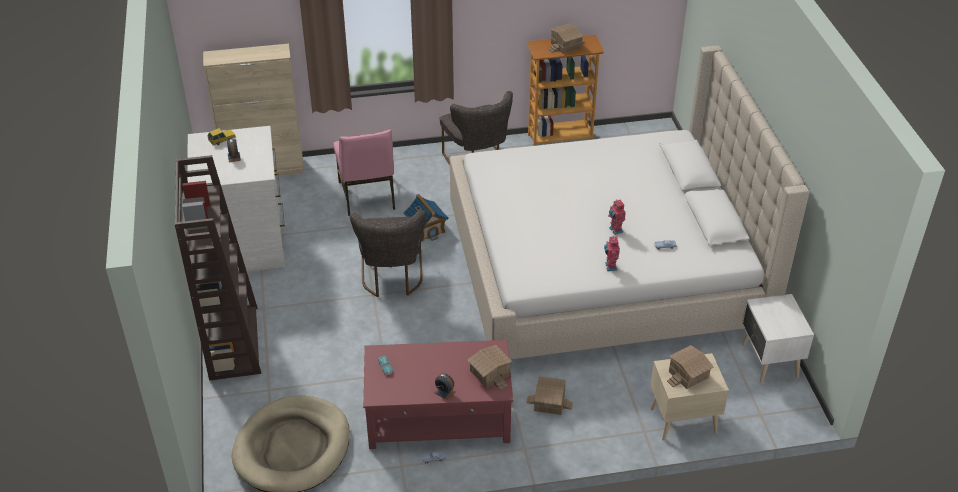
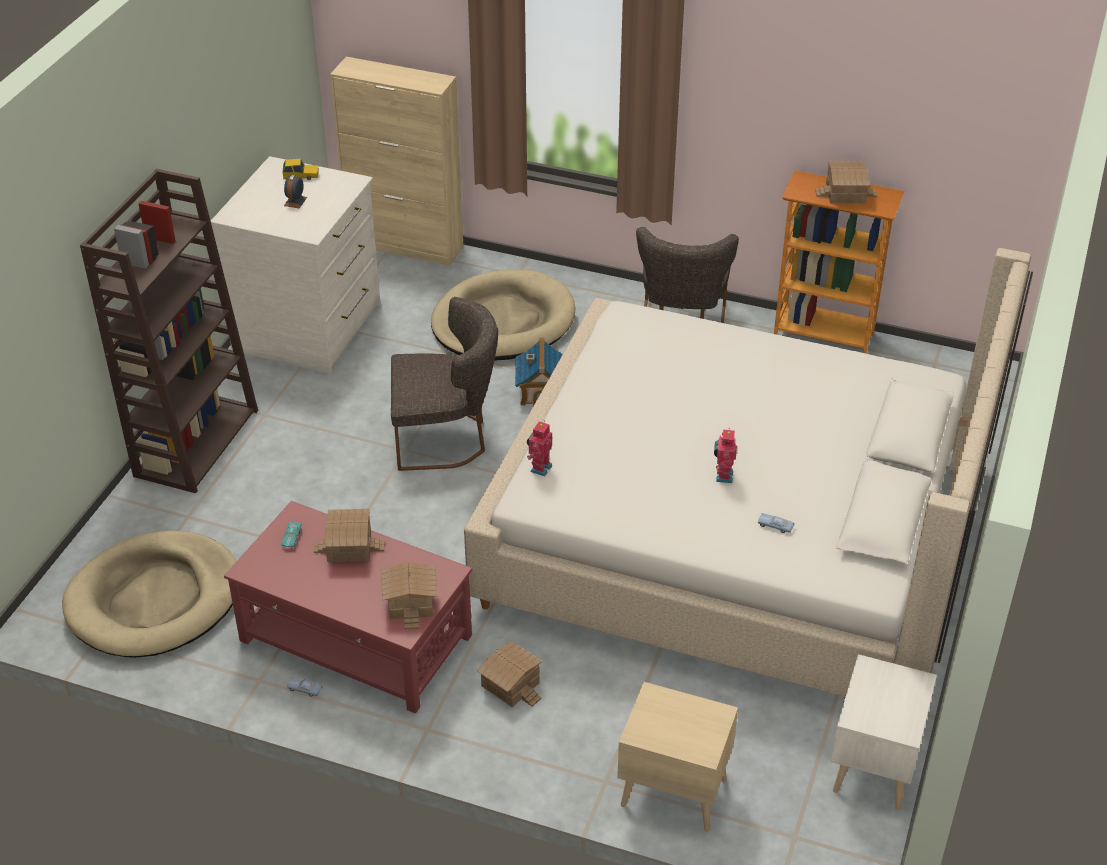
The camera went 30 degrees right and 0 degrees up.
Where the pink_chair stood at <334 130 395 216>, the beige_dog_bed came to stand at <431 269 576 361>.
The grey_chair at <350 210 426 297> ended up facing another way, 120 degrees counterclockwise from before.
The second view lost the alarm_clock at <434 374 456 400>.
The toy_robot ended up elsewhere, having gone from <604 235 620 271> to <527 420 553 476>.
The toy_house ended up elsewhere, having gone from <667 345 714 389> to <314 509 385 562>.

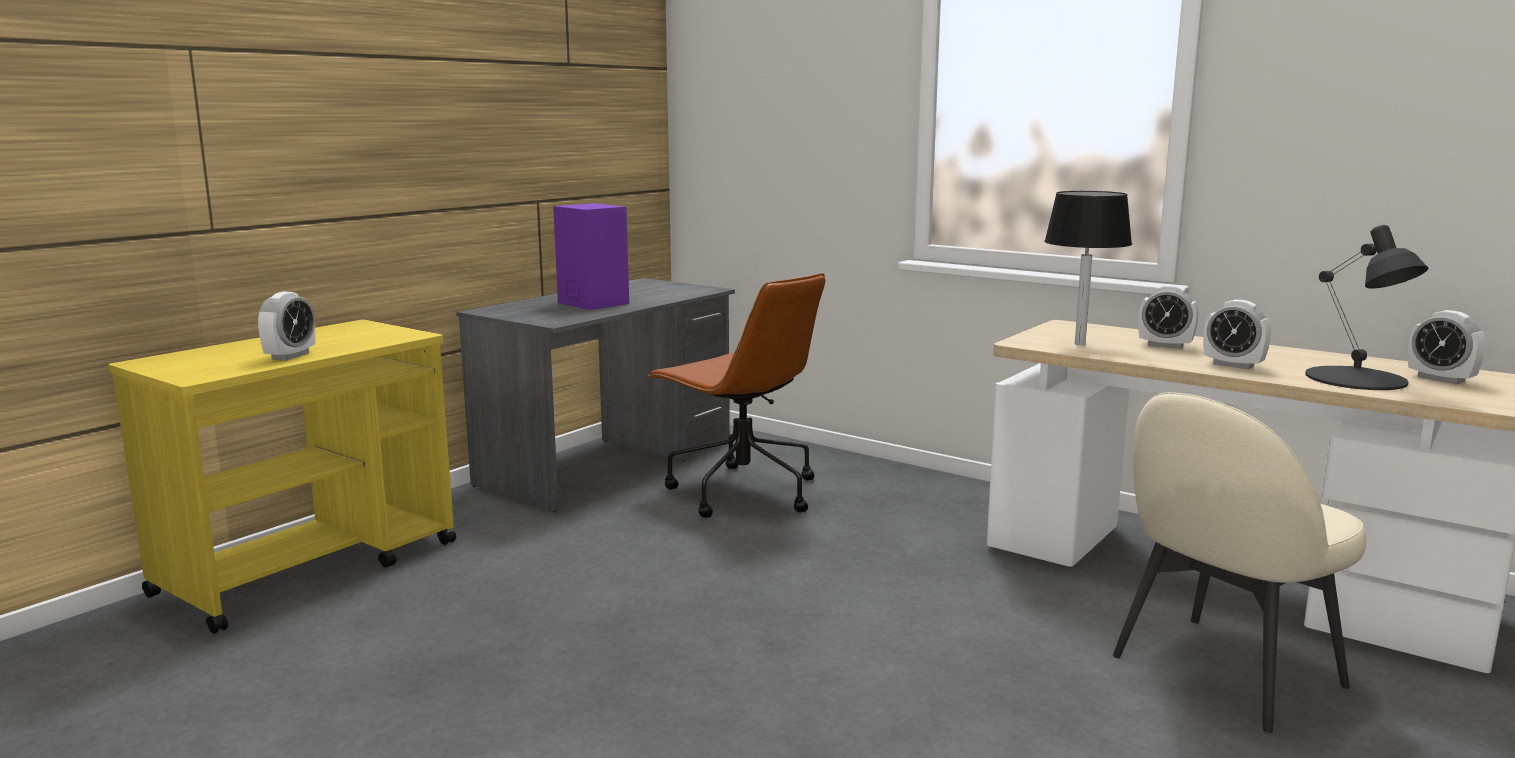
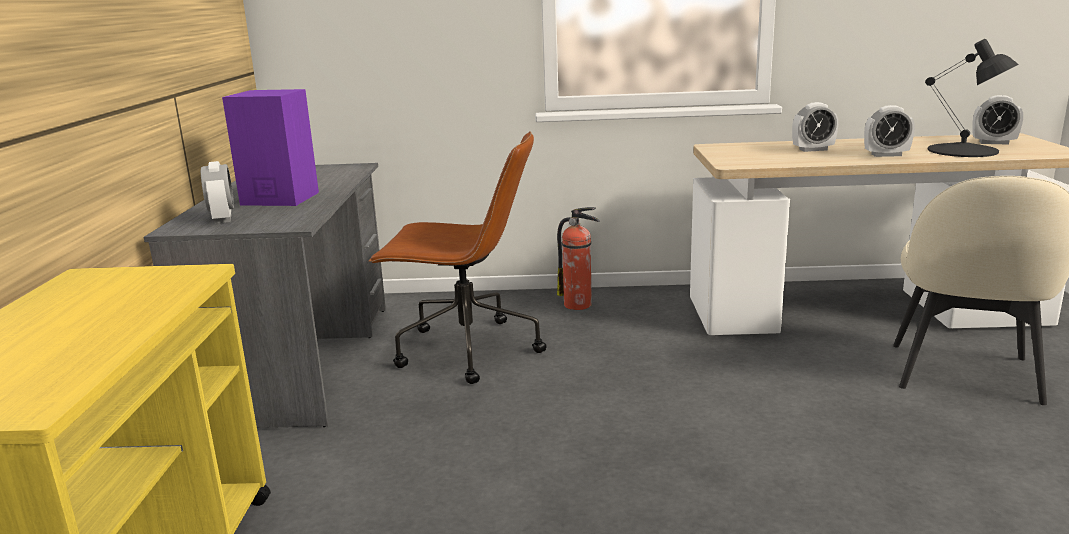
The camera went 35 degrees left and 5 degrees up.
The alarm_clock ended up elsewhere, having gone from <258 292 315 361> to <201 161 234 224>.
The second view lost the black_table_lamp at <1044 191 1132 345>.
The second view gained the fire_extinguisher at <557 207 599 310>.

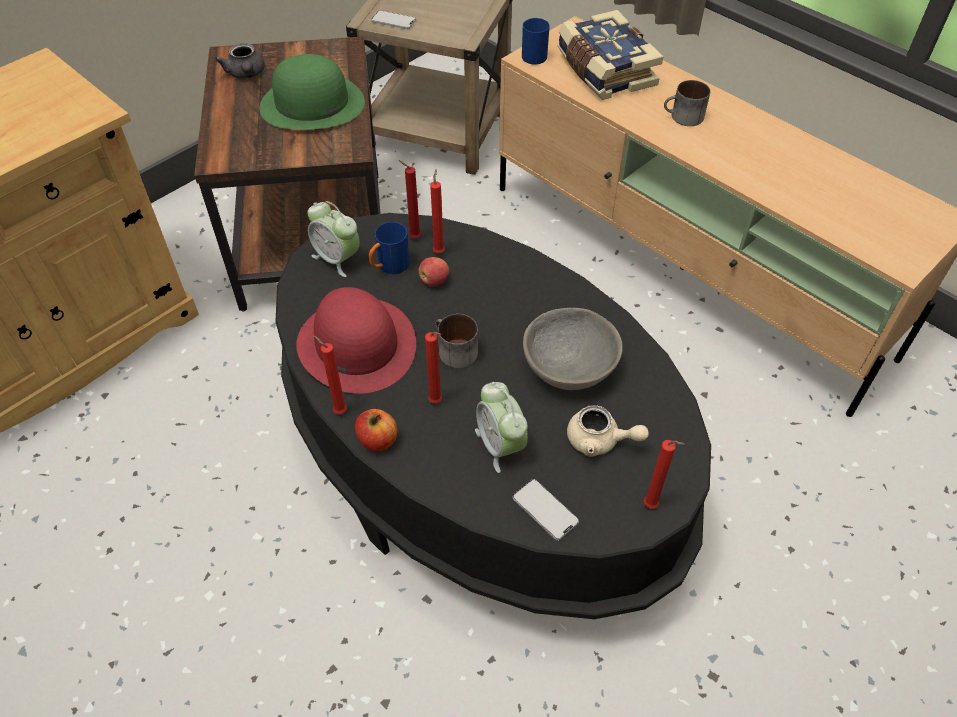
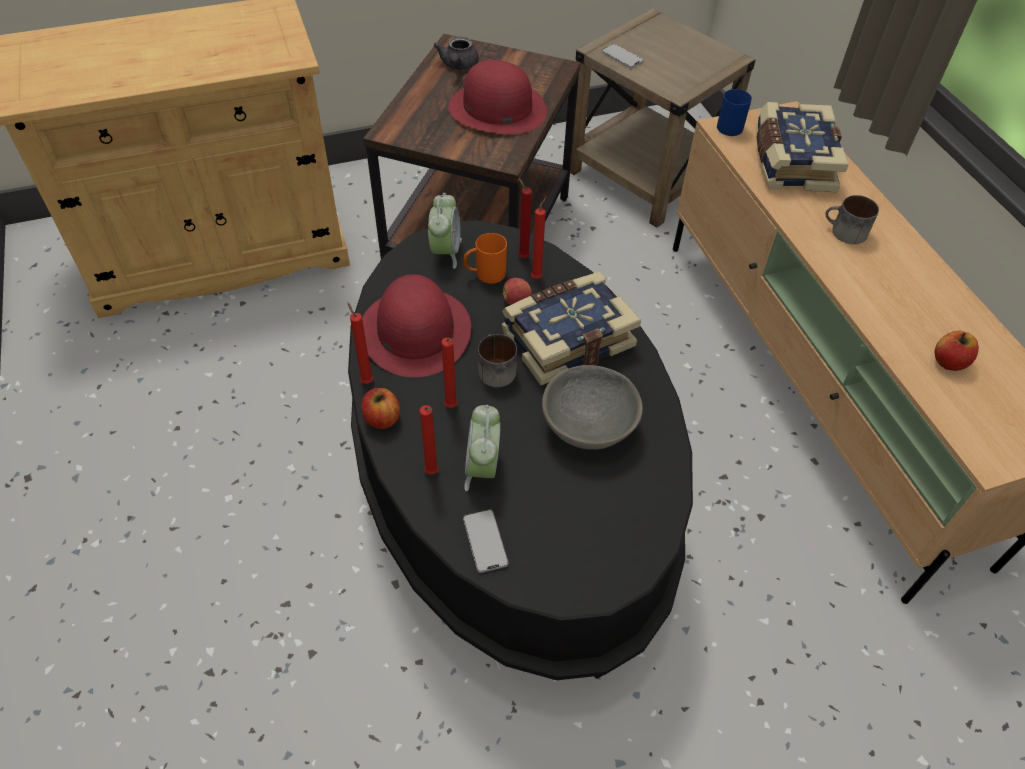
The camera went 25 degrees right and 0 degrees up.
What was the green_hat at <259 54 365 130> turned into the red_hat at <448 60 547 134>.
The alarm_clock at <307 201 360 277> ended up facing another way, 150 degrees counterclockwise from before.
What was the blue_mug at <369 222 409 274> turned into the orange_mug at <463 233 507 284>.
The second view lost the beige_teapot at <567 405 649 457>.
The red_candle ended up elsewhere, having gone from <644 440 685 509> to <420 405 439 475>.
The second view gained the book at <502 272 641 385>.
The second view gained the apple at <935 331 979 371>.

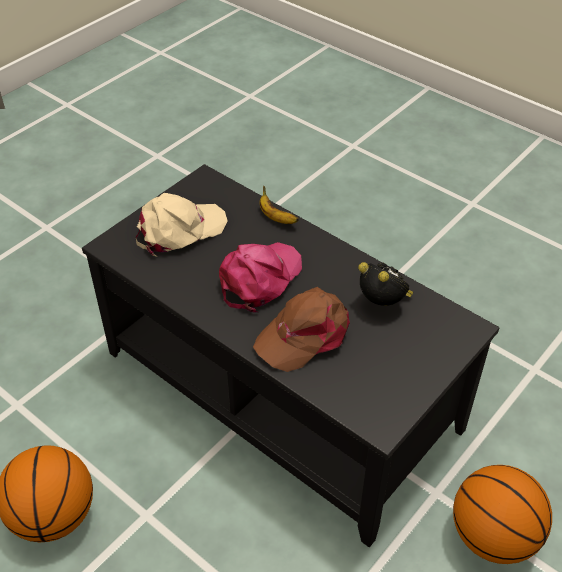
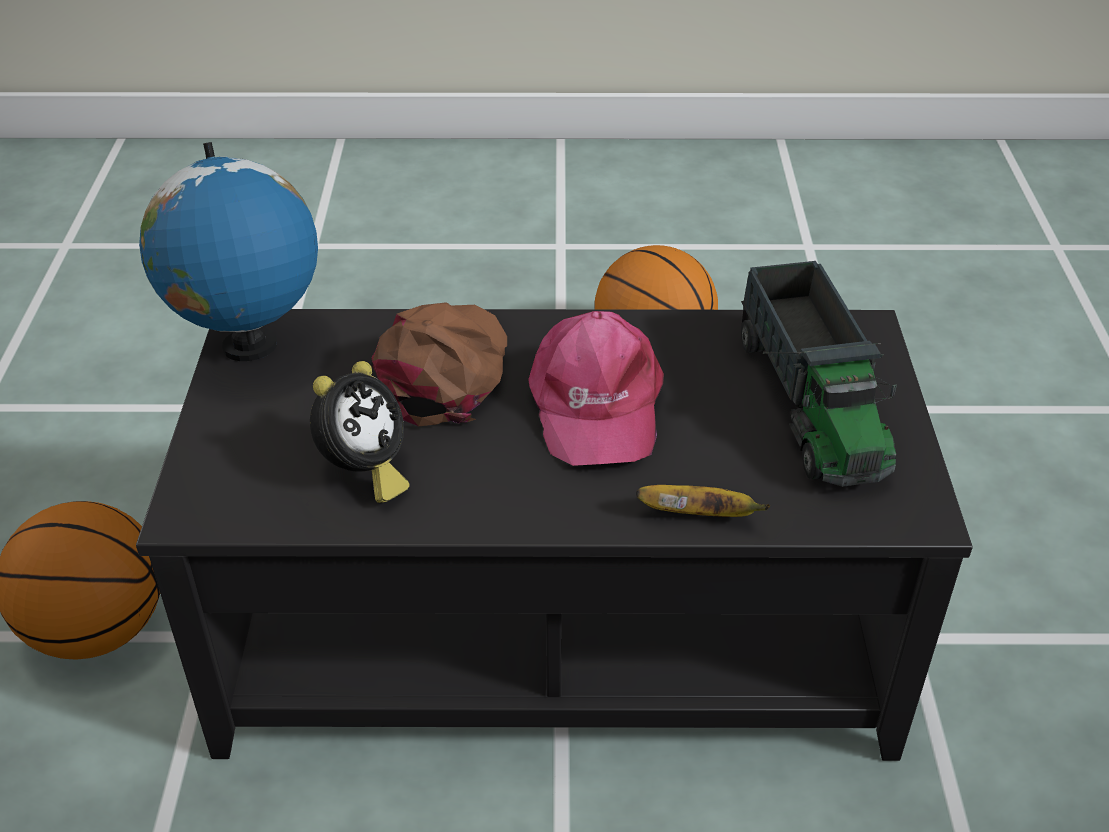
The camera went 140 degrees right and 5 degrees down.
Where the beige_cap stood at <136 193 228 257>, the toy_truck came to stand at <741 261 897 487>.
The alarm_clock at <358 262 413 306> ended up facing another way, 60 degrees counterclockwise from before.
The second view gained the globe at <139 142 318 361>.

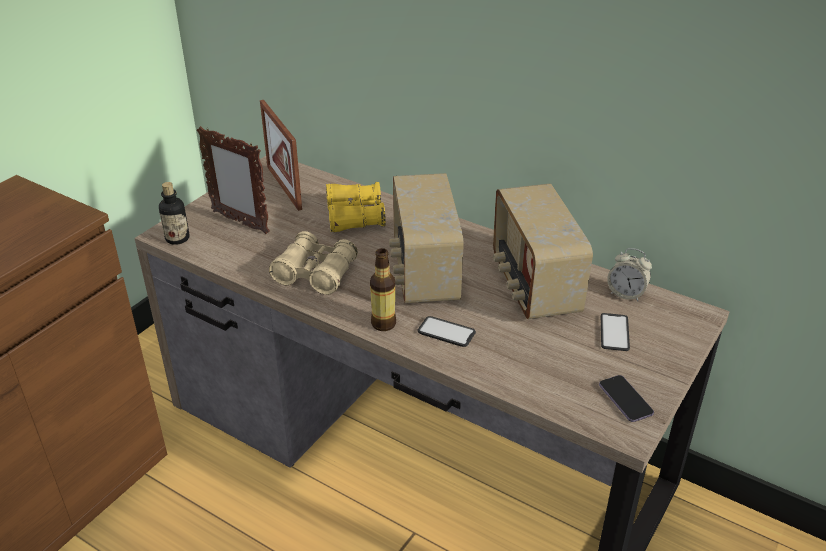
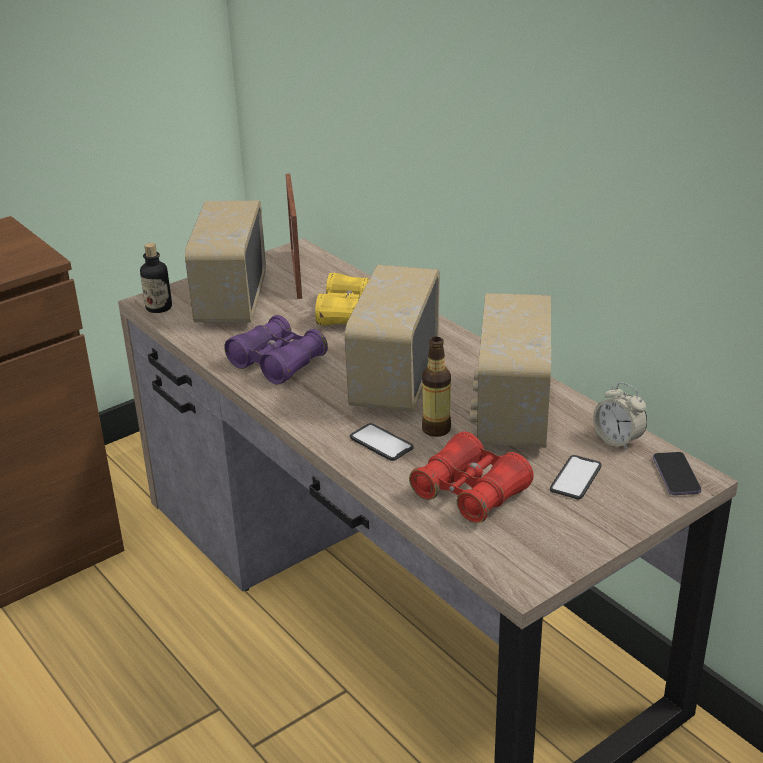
The camera went 20 degrees right and 5 degrees down.
Where the picture_frame stood at <197 126 270 234>, the radio came to stand at <185 201 266 323>.
What was the beige_binoculars at <269 231 358 295> turned into the purple_binoculars at <224 315 328 385>.
The bottle ended up elsewhere, having gone from <370 248 396 331> to <422 337 451 437>.
The phone ended up elsewhere, having gone from <599 375 654 422> to <653 452 702 495>.
The second view gained the red_binoculars at <409 432 534 523>.

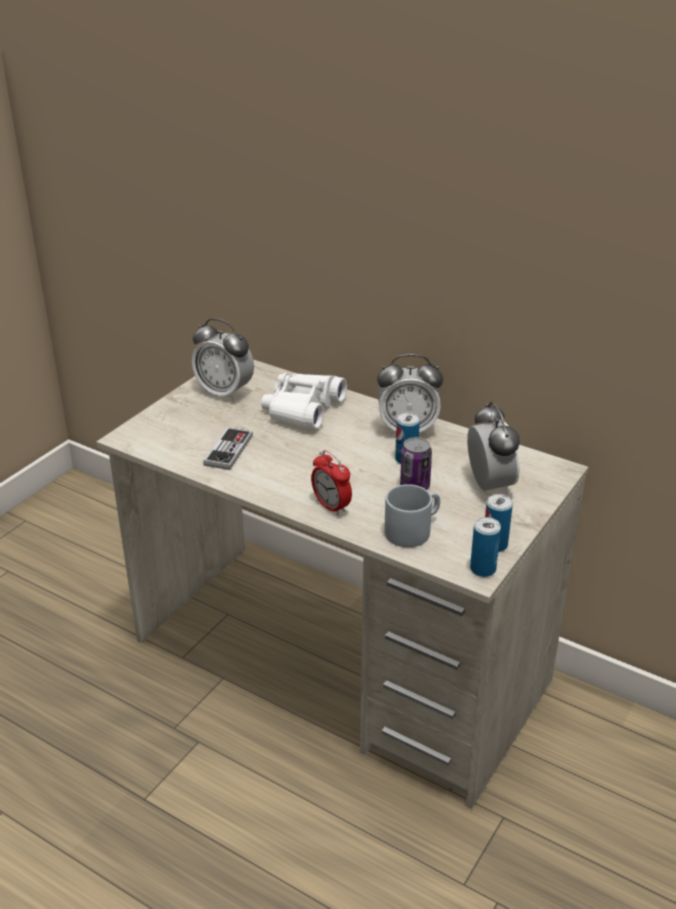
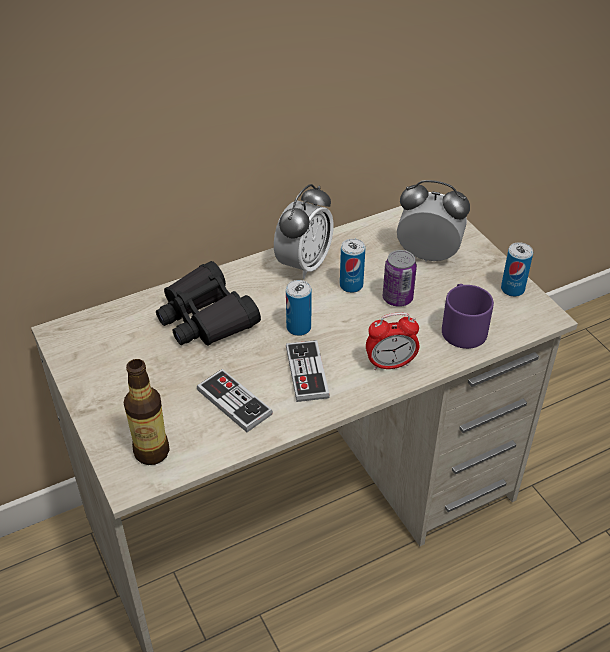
The camera went 60 degrees left and 10 degrees up.
The second view lost the alarm_clock at <192 318 254 401>.
What was the white_binoculars at <261 373 347 429> turned into the black_binoculars at <156 261 261 346>.
What was the grey_mug at <384 484 440 547> turned into the purple_mug at <442 284 494 349>.
The can ended up elsewhere, having gone from <470 517 501 577> to <286 280 312 336>.
The second view gained the bottle at <124 359 170 465>.
The second view gained the game_controller at <286 340 330 402>.

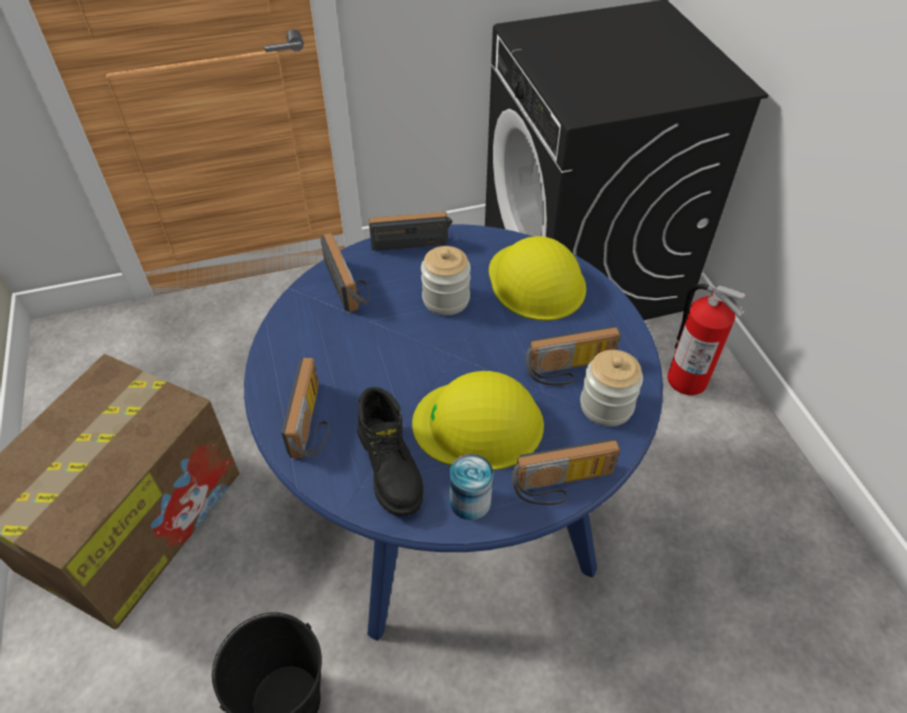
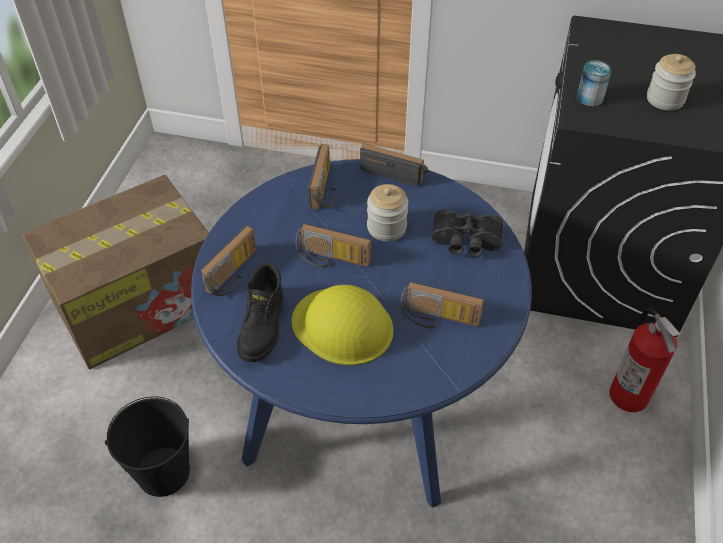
The camera went 30 degrees right and 0 degrees up.
The can ended up elsewhere, having gone from <450 454 493 520> to <577 60 612 106>.
Where the yellow_hard_hat stood at <489 236 586 321>, the black_binoculars came to stand at <432 209 503 256>.
The radio ended up elsewhere, having gone from <512 439 620 505> to <295 224 371 268>.
The jar ended up elsewhere, having gone from <580 350 643 427> to <647 54 696 110>.

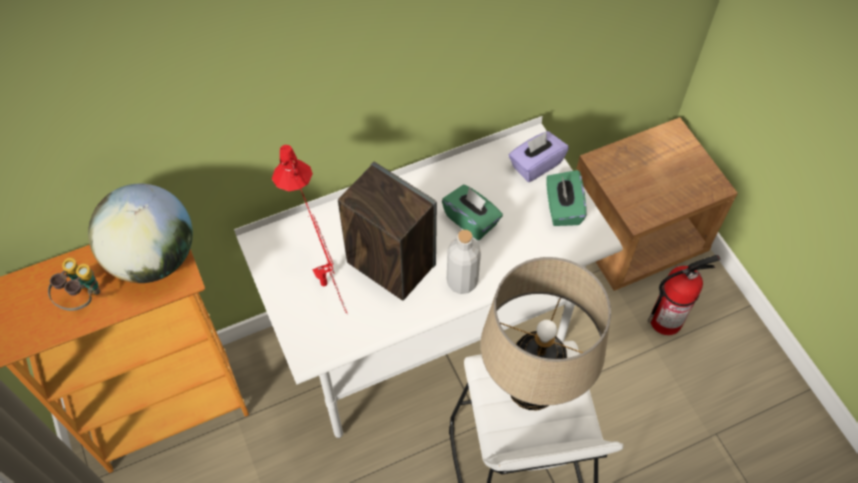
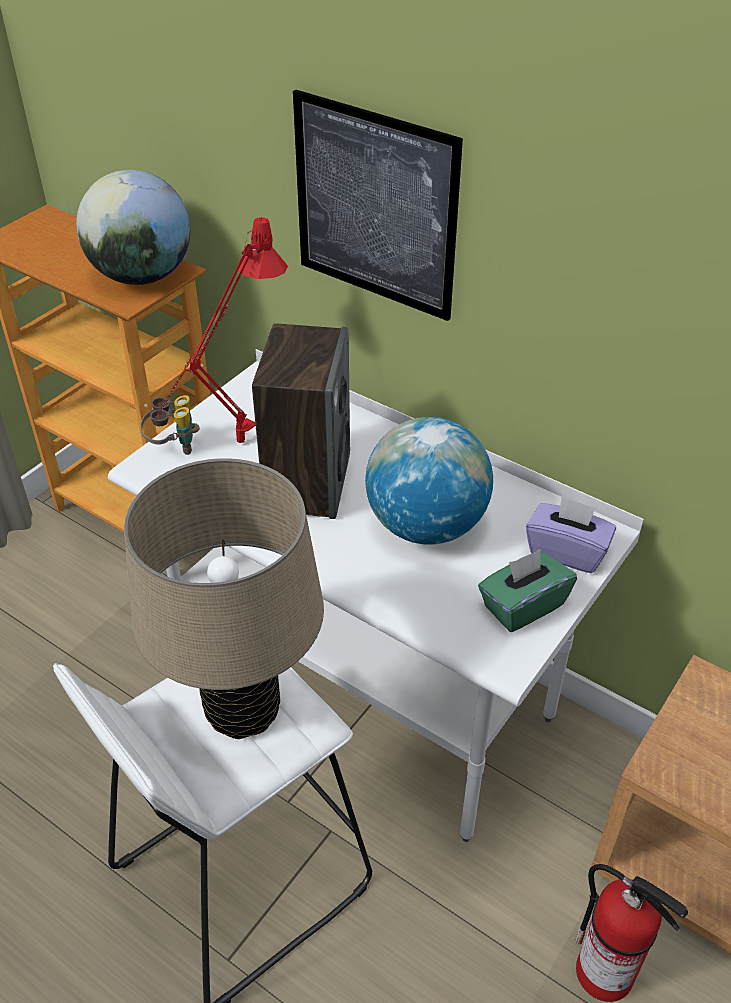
The camera went 60 degrees right and 15 degrees down.
The binoculars ended up elsewhere, having gone from <48 258 100 311> to <140 395 200 455>.
Where the green_tissue_box stood at <442 185 503 240>, the globe came to stand at <365 417 493 545>.
The second view lost the grey_bottle at <447 230 481 294>.
The second view gained the picture at <293 90 463 321>.

